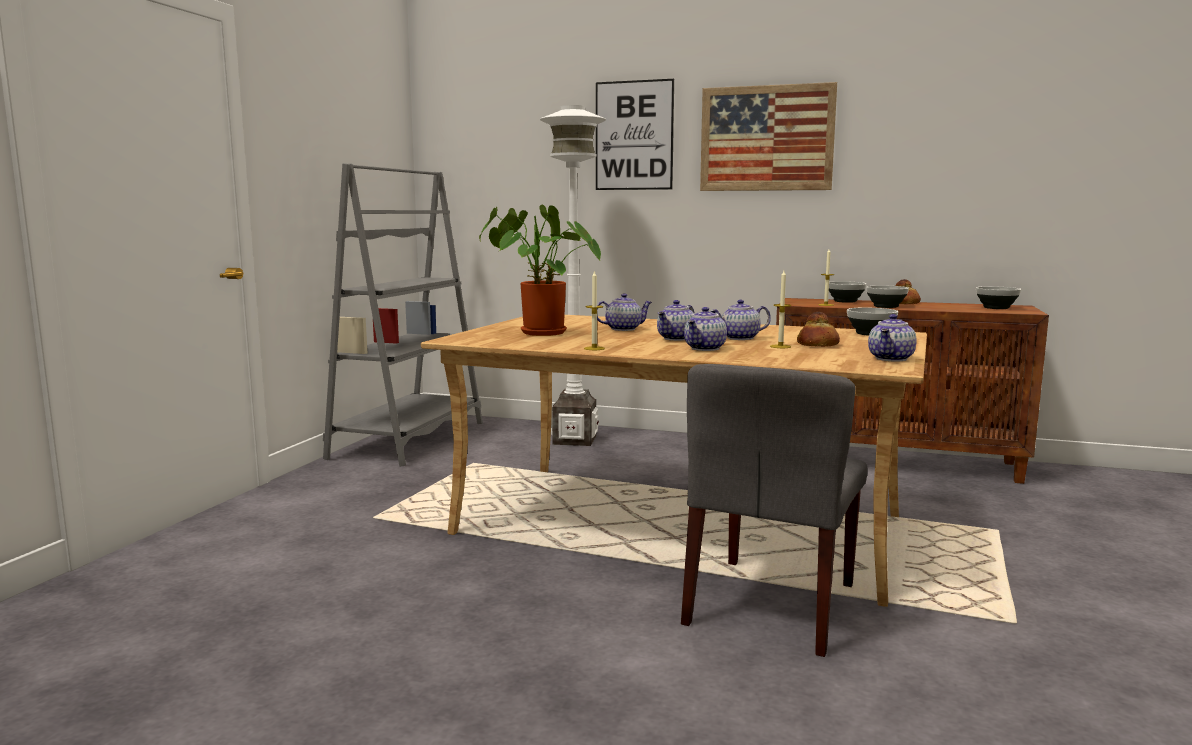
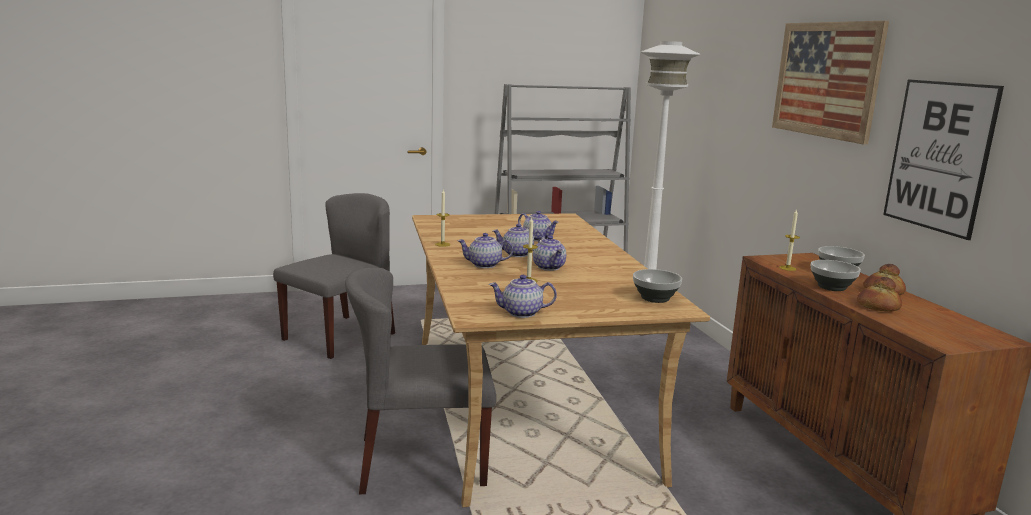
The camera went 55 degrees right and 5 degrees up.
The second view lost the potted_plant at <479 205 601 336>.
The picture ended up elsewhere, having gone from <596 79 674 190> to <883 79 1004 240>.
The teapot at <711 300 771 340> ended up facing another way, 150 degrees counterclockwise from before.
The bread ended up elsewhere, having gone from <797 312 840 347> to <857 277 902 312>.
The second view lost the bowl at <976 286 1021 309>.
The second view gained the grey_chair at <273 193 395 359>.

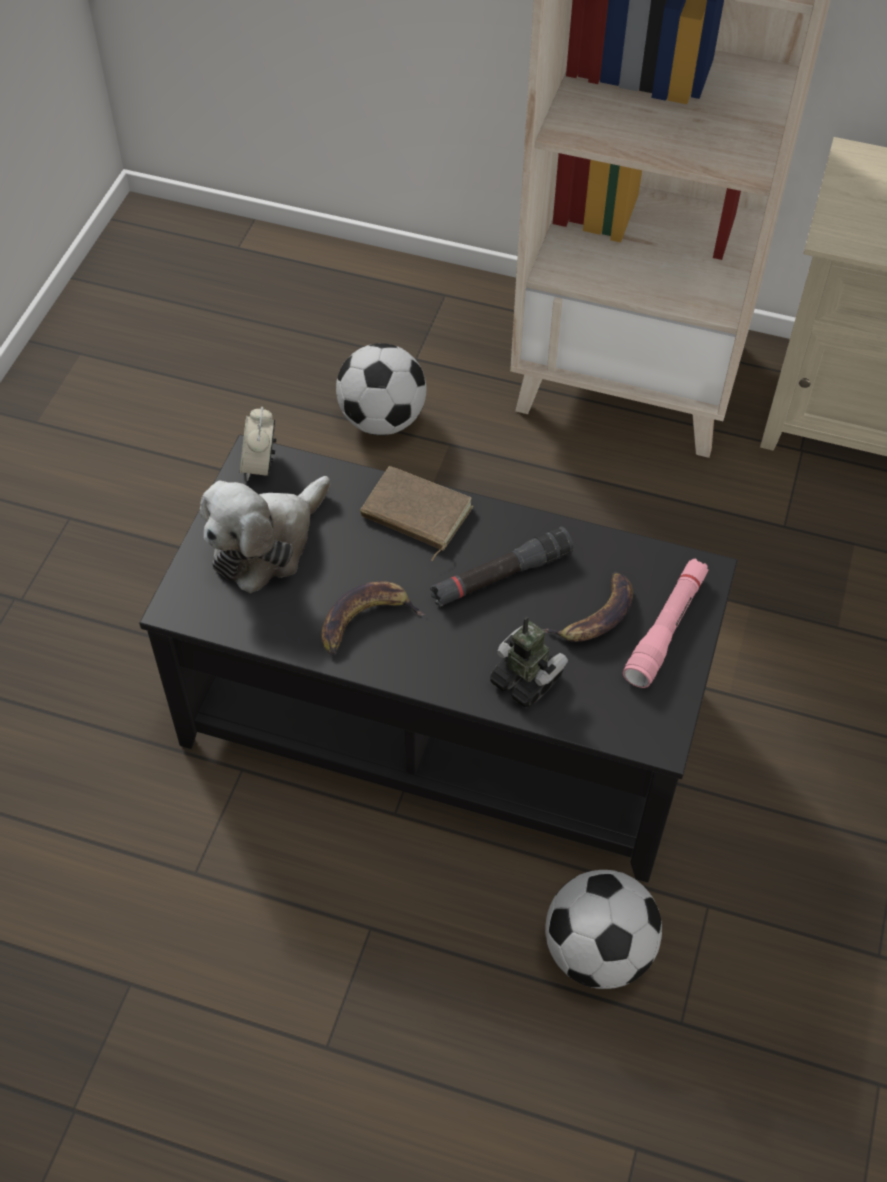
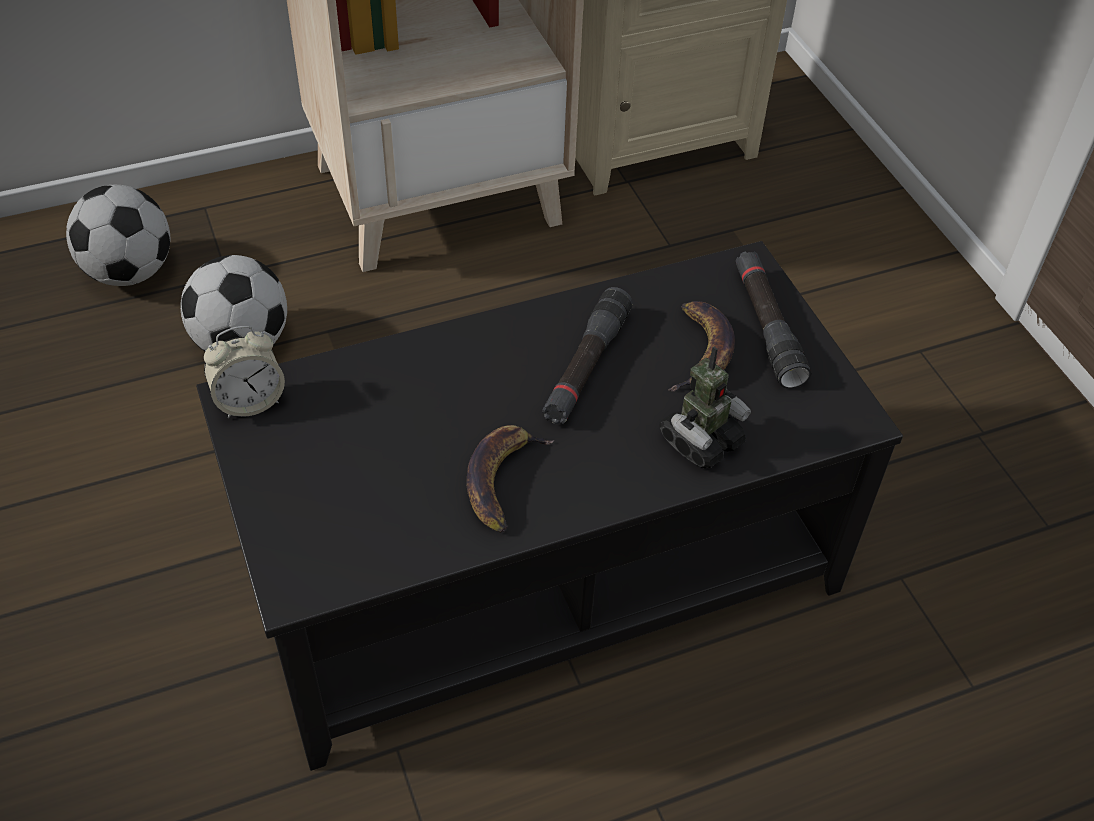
The camera went 40 degrees left and 5 degrees down.
The second view lost the plush_toy at <200 476 330 593>.
The alarm_clock at <240 407 276 481> ended up facing another way, 75 degrees counterclockwise from before.
The second view lost the brown_book at <360 466 473 561>.
The toy_robot at <490 617 568 707> ended up facing another way, 135 degrees clockwise from before.
The football ended up elsewhere, having gone from <545 870 662 989> to <66 185 170 286>.
What was the pink_flashlight at <623 559 709 688> turned into the black_flashlight at <736 251 811 389>.

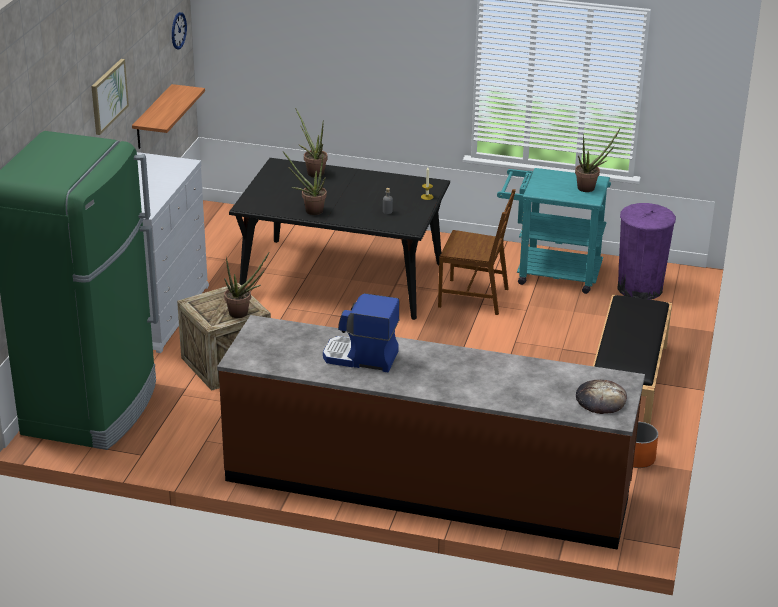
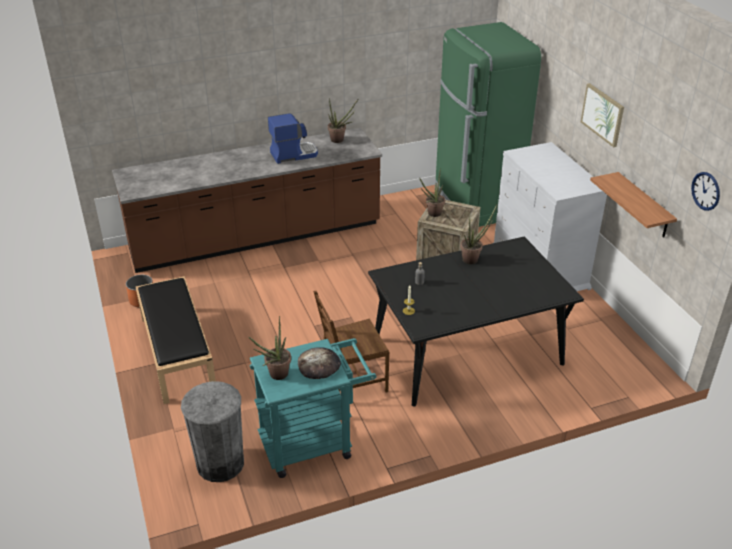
The camera went 145 degrees right and 5 degrees up.
The potted_plant ended up elsewhere, having gone from <295 108 328 177> to <328 98 359 143>.
The bread ended up elsewhere, having gone from <576 380 627 414> to <298 347 341 379>.
What was the purple_trash_can at <617 203 676 300> turned into the grey_trash_can at <181 381 244 482>.

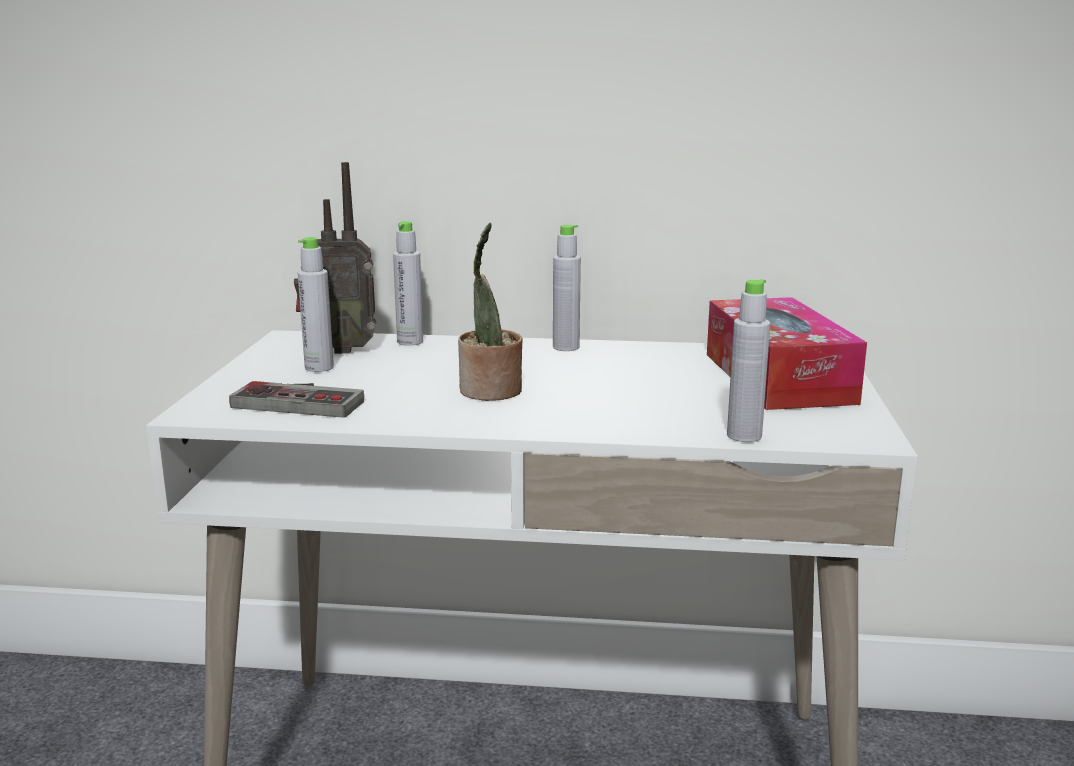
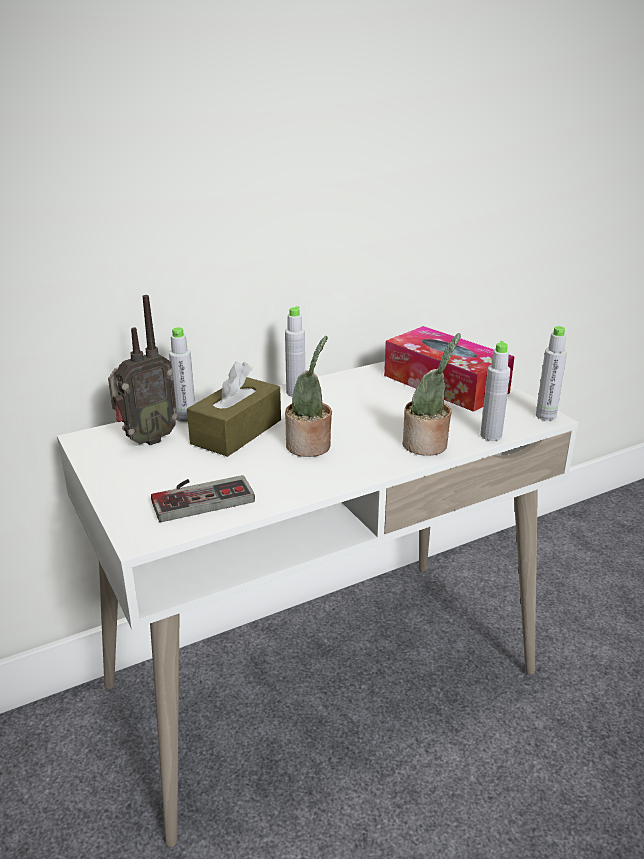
The camera went 35 degrees left and 10 degrees up.
The grey_bottle ended up elsewhere, having gone from <298 237 334 372> to <536 326 567 421>.
The second view gained the brown_tissue_box at <187 362 281 457>.
The second view gained the potted_plant at <403 333 461 456>.

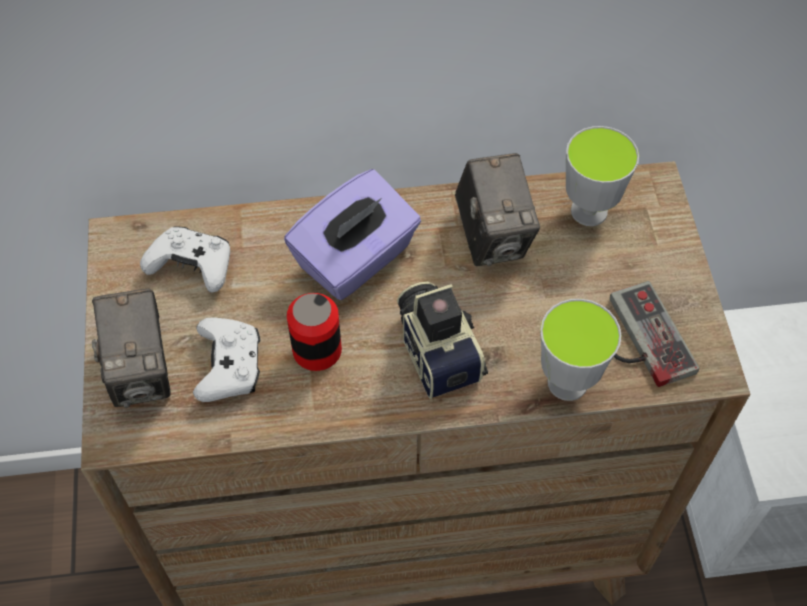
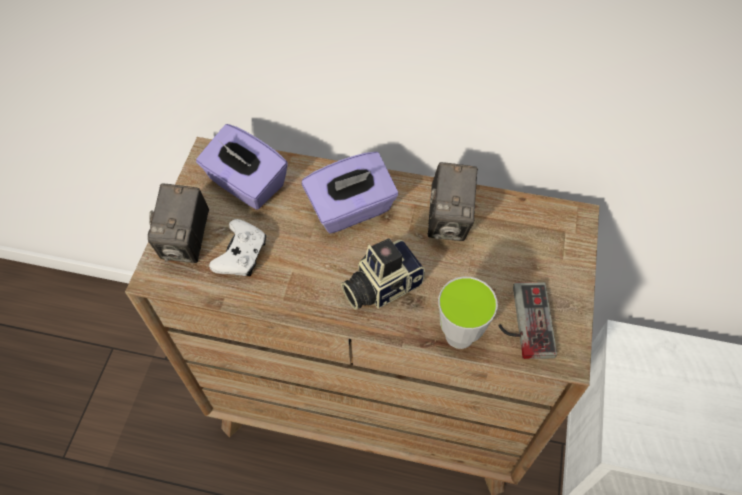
The camera went 20 degrees right and 0 degrees up.
Where the white_game_controller stood at <140 226 230 293>, the purple_tissue_box came to stand at <196 124 288 210>.
The second view lost the can at <287 293 342 371>.
The photo_camera at <397 282 488 399> ended up facing another way, 120 degrees counterclockwise from before.
The second view lost the cup at <566 126 639 226>.

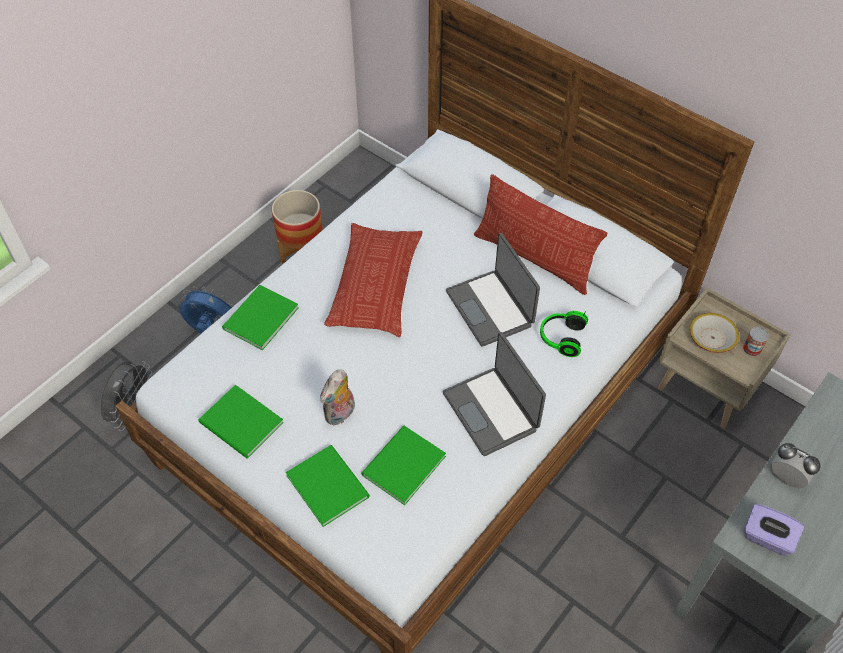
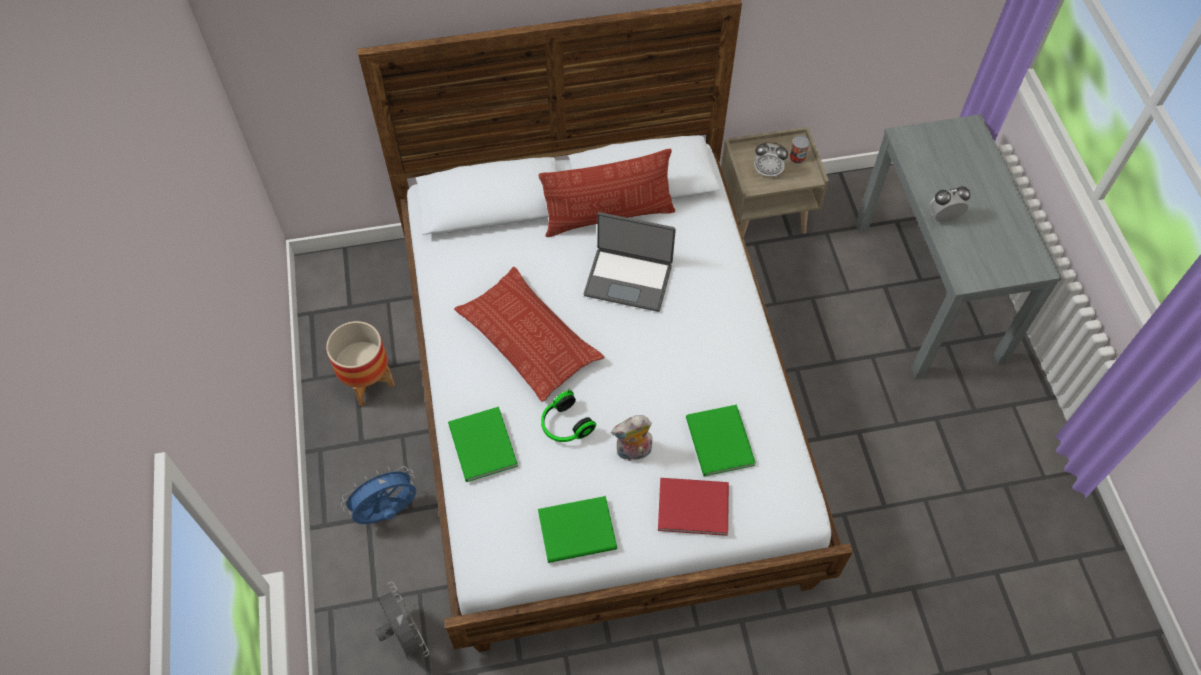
The camera went 50 degrees left and 5 degrees up.
What was the green_book at <286 445 370 527> turned into the red_book at <658 478 729 536>.
The plush_toy at <320 369 355 425> ended up facing another way, 90 degrees clockwise from before.
The second view lost the laptop at <443 332 546 456>.
The headphones ended up elsewhere, having gone from <540 311 588 357> to <541 388 596 442>.
Where the bowl stood at <689 313 739 353>, the alarm_clock came to stand at <754 142 788 177>.
The second view lost the purple_tissue_box at <744 504 804 556>.

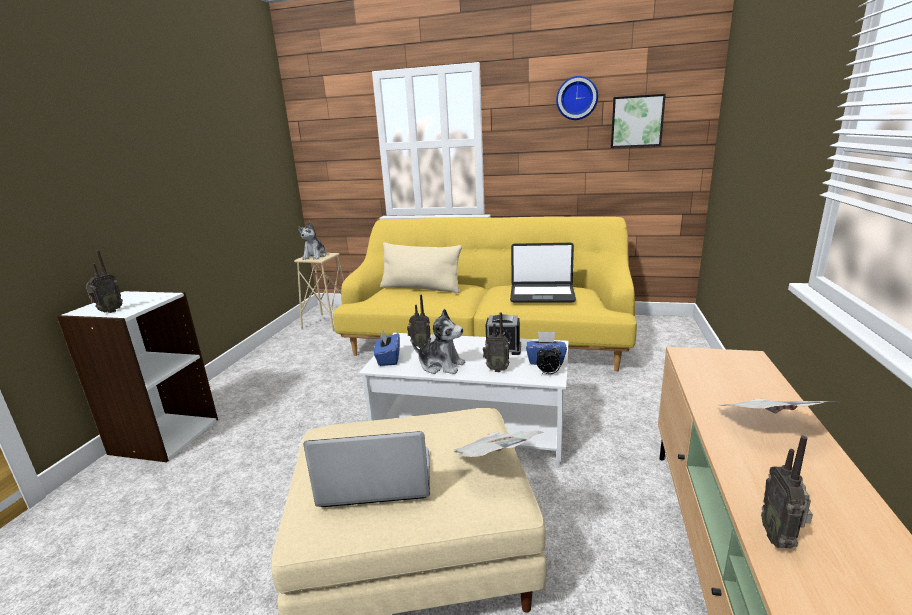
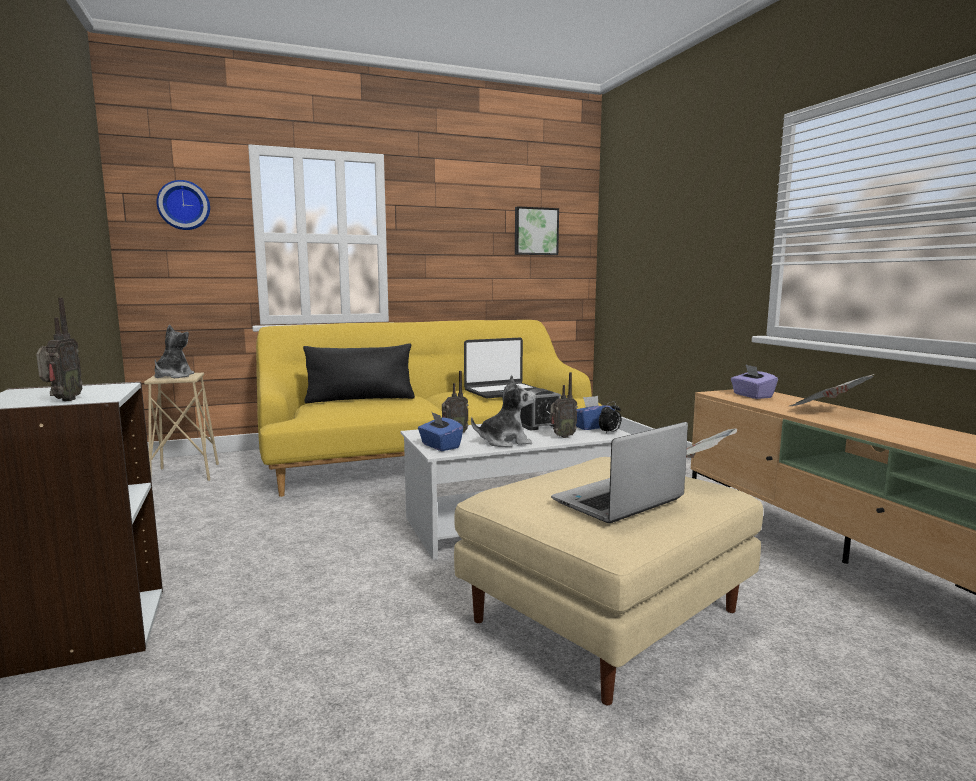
The camera went 35 degrees left and 10 degrees down.
The plush_toy at <298 222 327 260> ended up facing another way, 150 degrees counterclockwise from before.
What was the beige_pillow at <380 243 462 293> turned into the black_pillow at <303 343 415 403>.
The wall_clock ended up elsewhere, having gone from <556 76 598 120> to <157 180 210 230>.
The second view lost the radio at <761 436 813 549>.
The second view gained the purple_tissue_box at <731 365 778 399>.

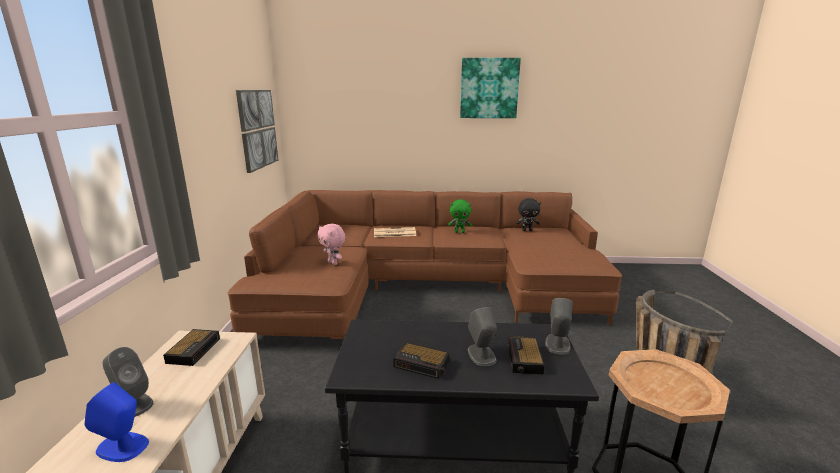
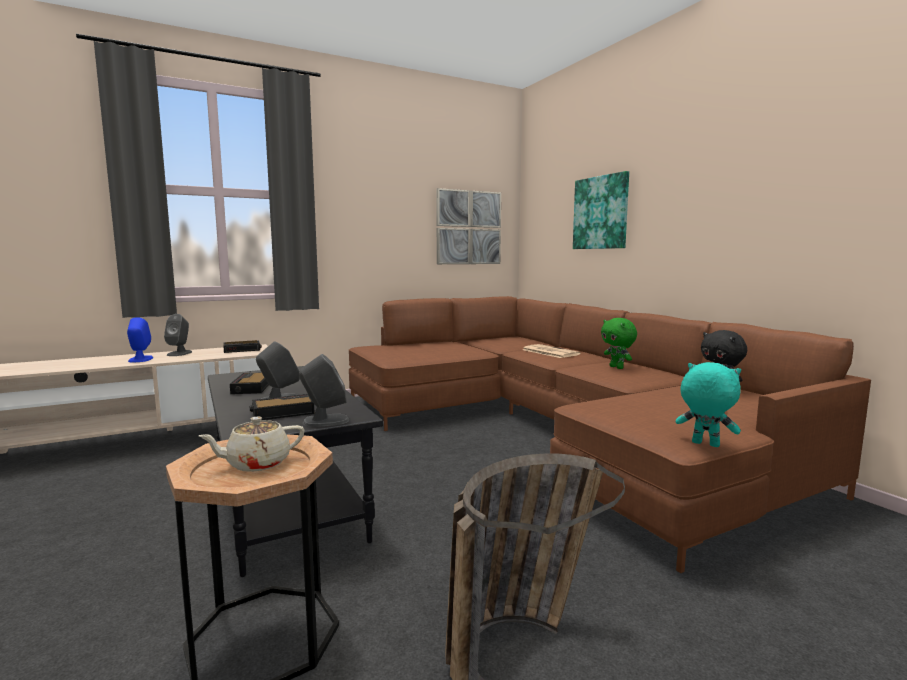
The camera went 60 degrees right and 10 degrees down.
The second view lost the pink_plush_toy at <317 224 346 265>.
The picture ended up elsewhere, having gone from <460 58 521 118> to <573 171 629 249>.
The second view gained the beige_teapot at <199 417 305 472>.
The second view gained the turquoise_plush_toy at <676 362 741 447>.

